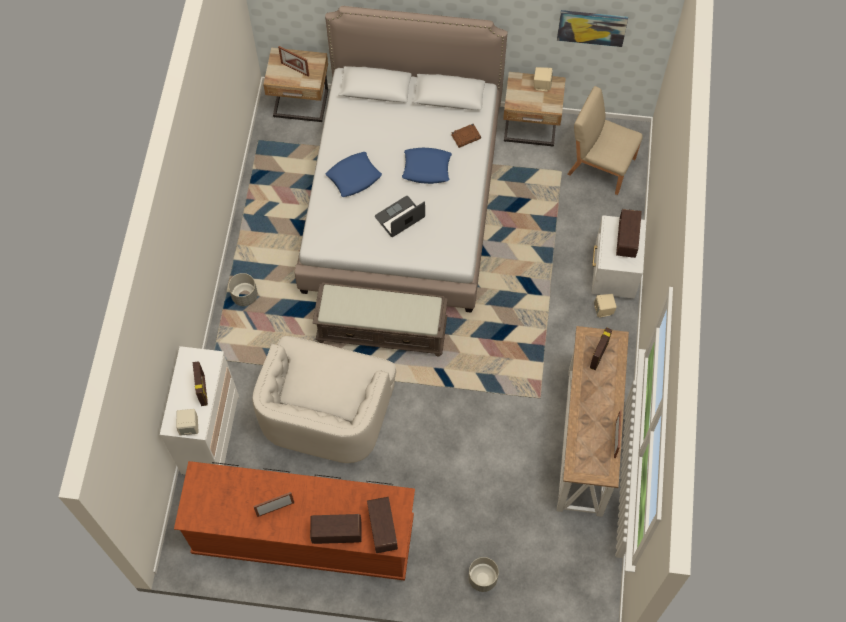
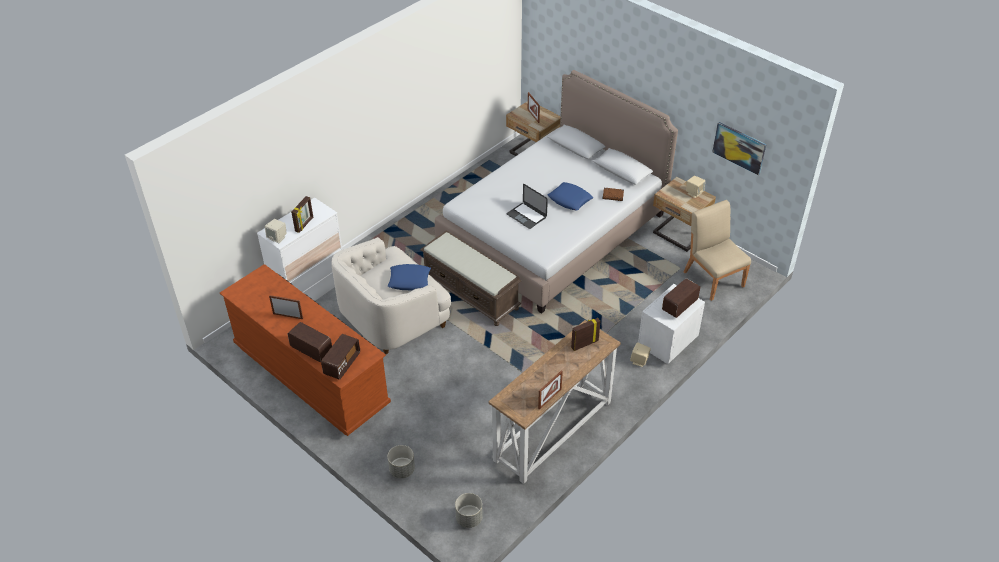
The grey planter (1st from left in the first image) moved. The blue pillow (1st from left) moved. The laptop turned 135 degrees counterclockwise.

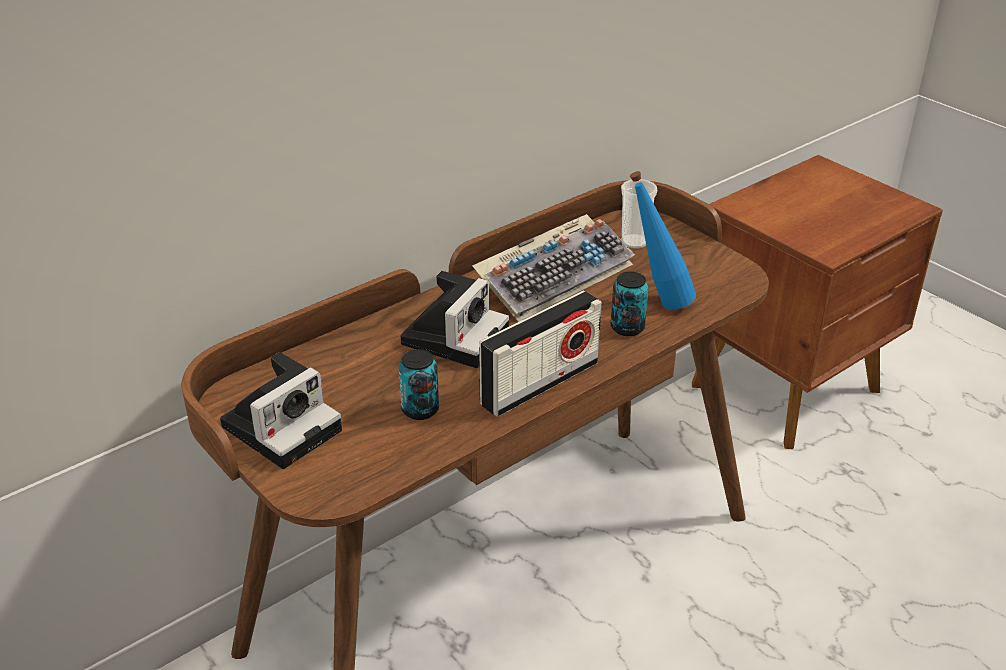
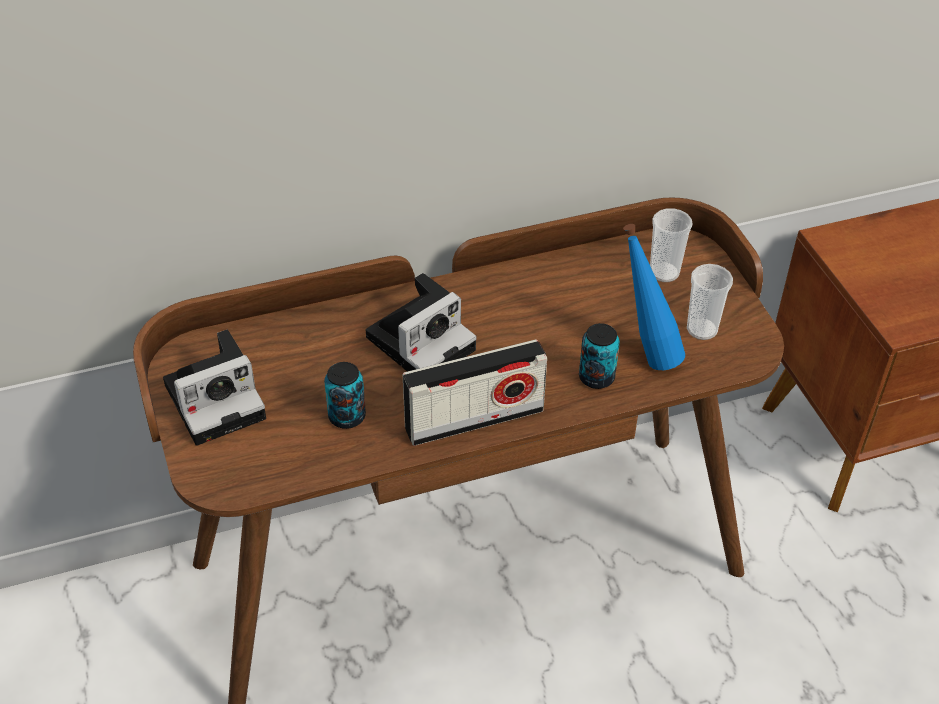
The keyboard disappeared. The cup (2nd from left) appeared.

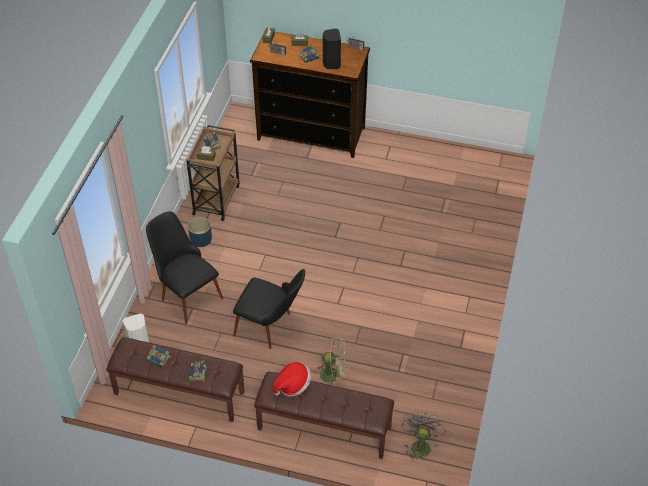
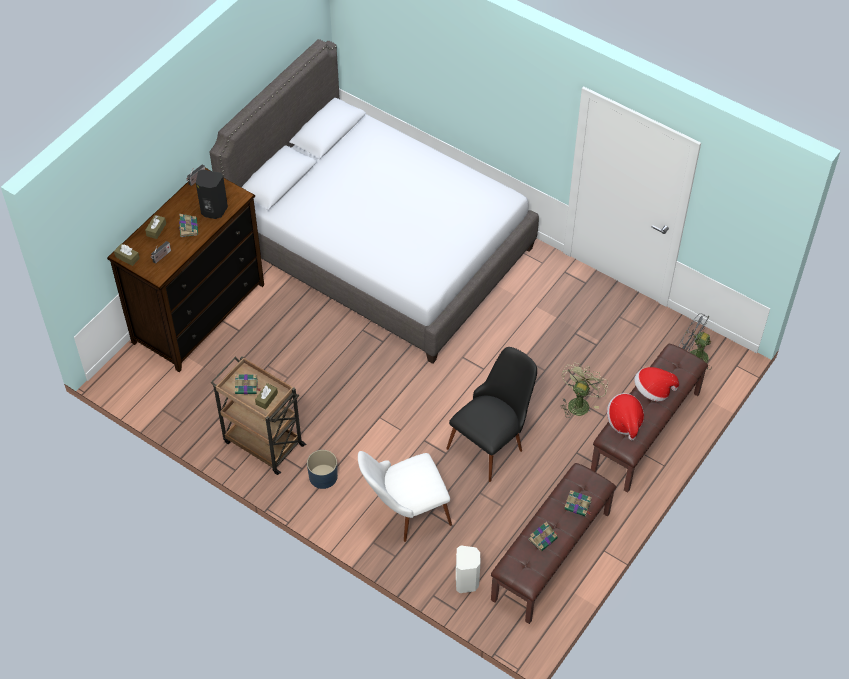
The black chair (1st from left) became the white chair. The grey bed appeared. The hat (2nd from left) appeared.

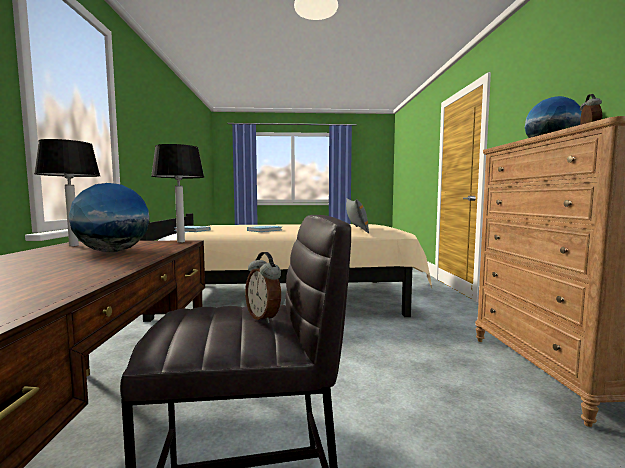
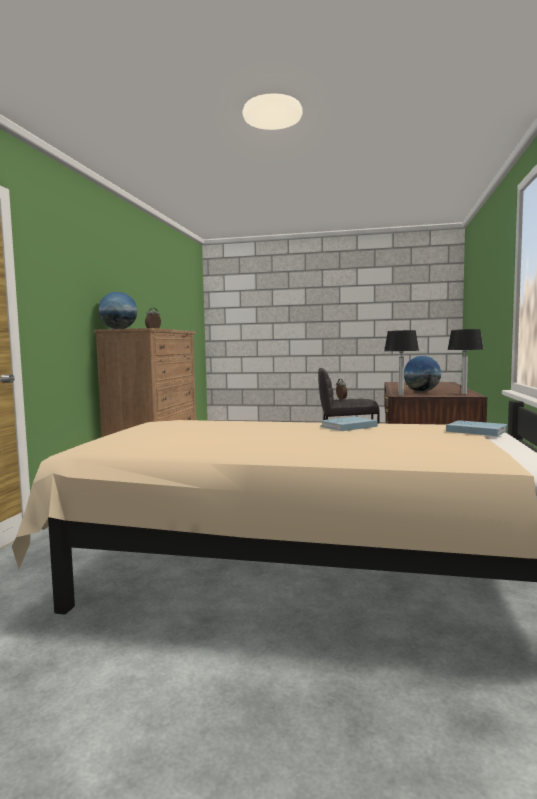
The grey pillow disappeared.

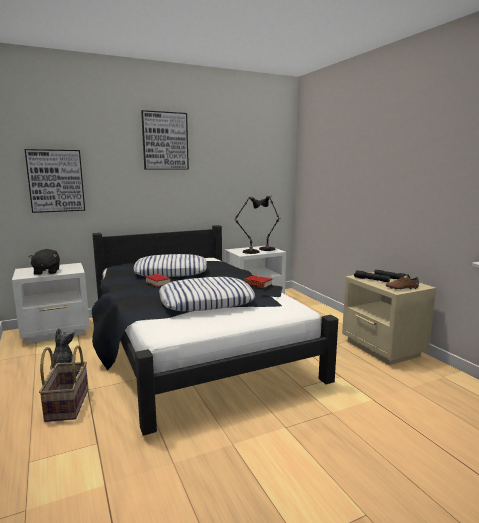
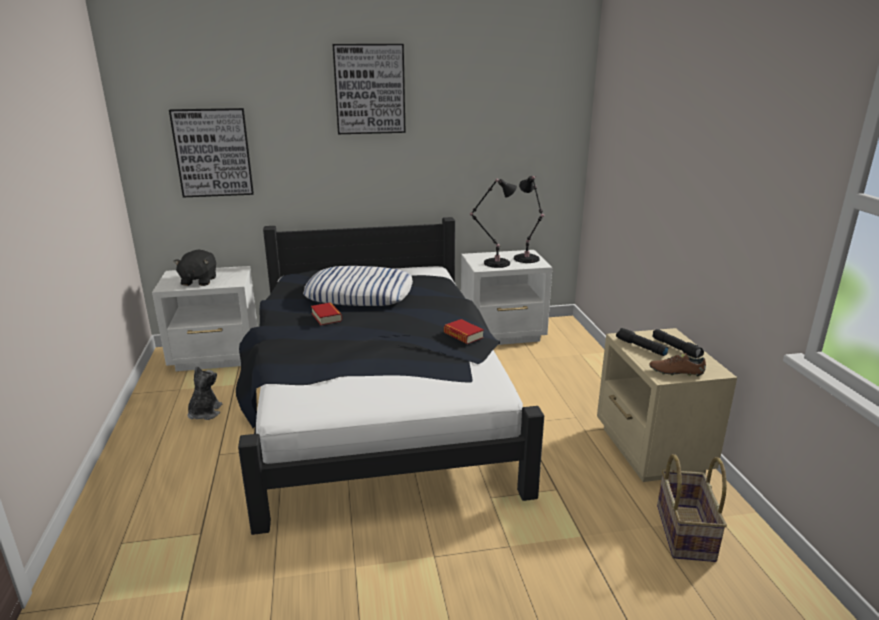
The basket moved. The pillow (2nd from left) disappeared.

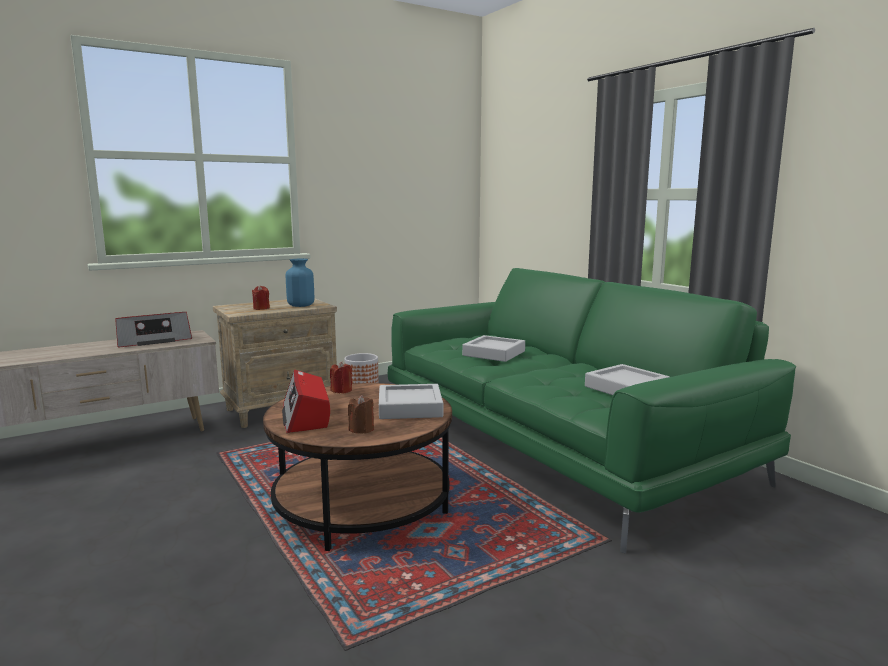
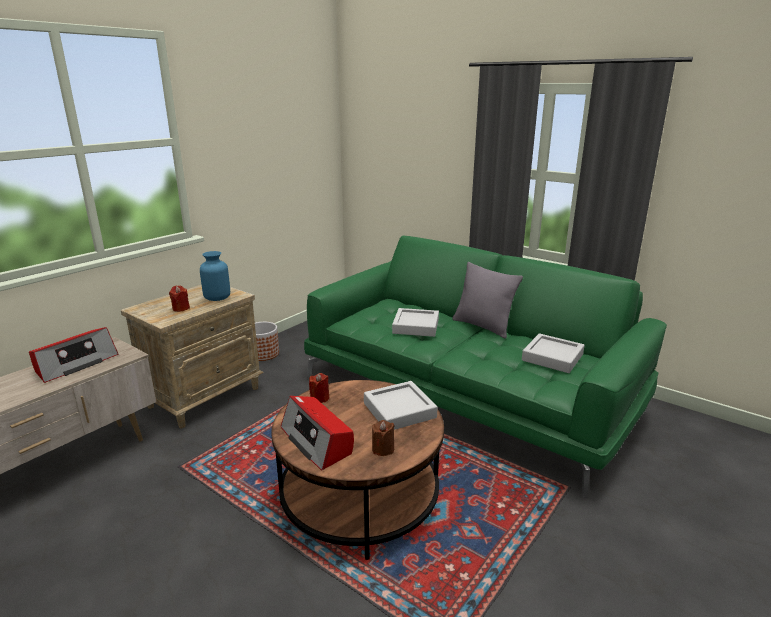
The grey pillow appeared.

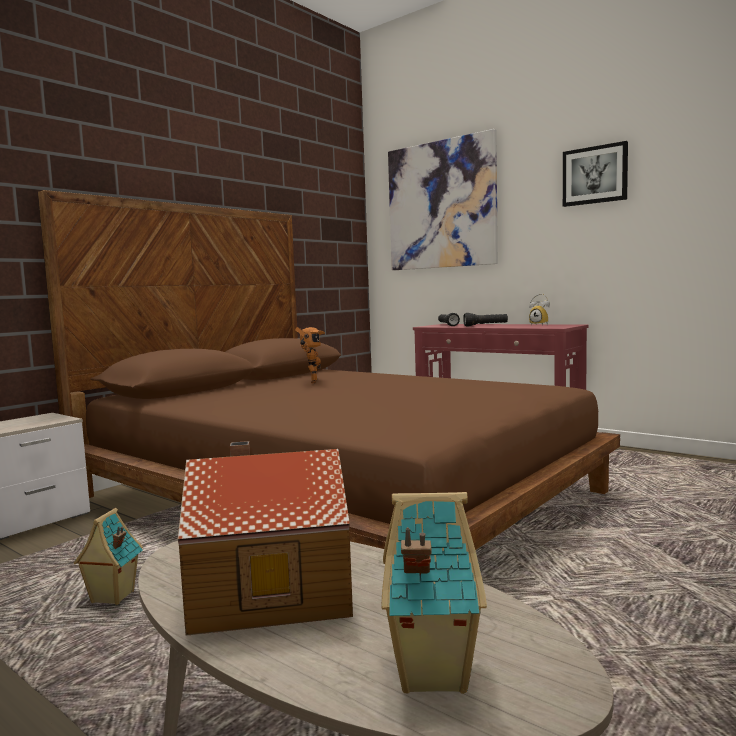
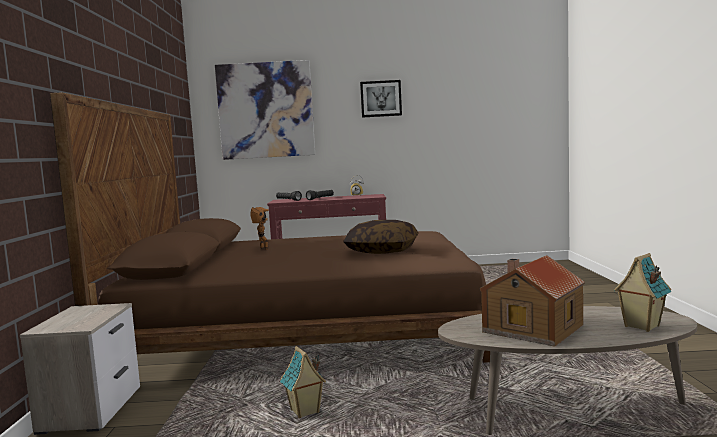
The pillow appeared.

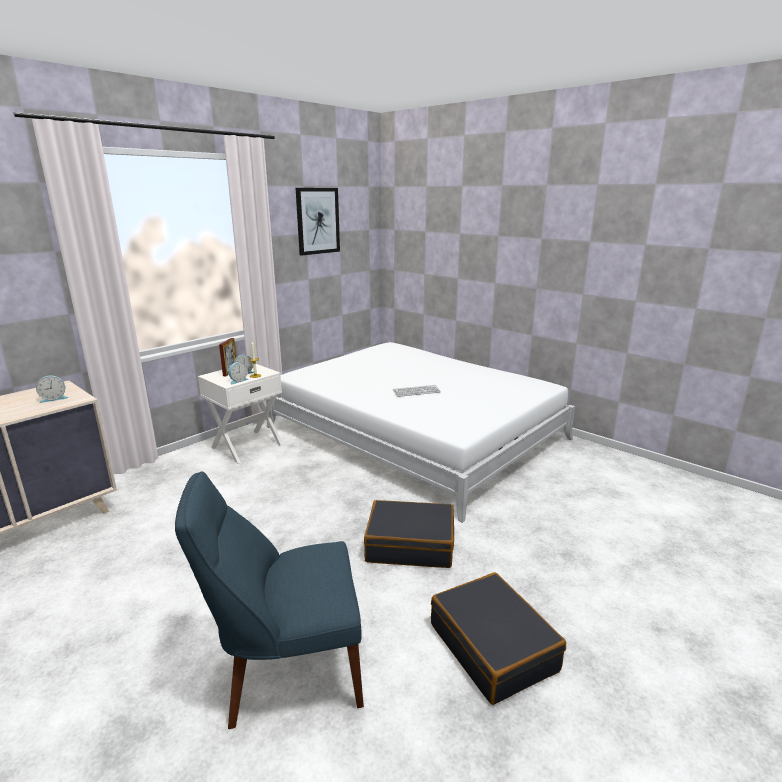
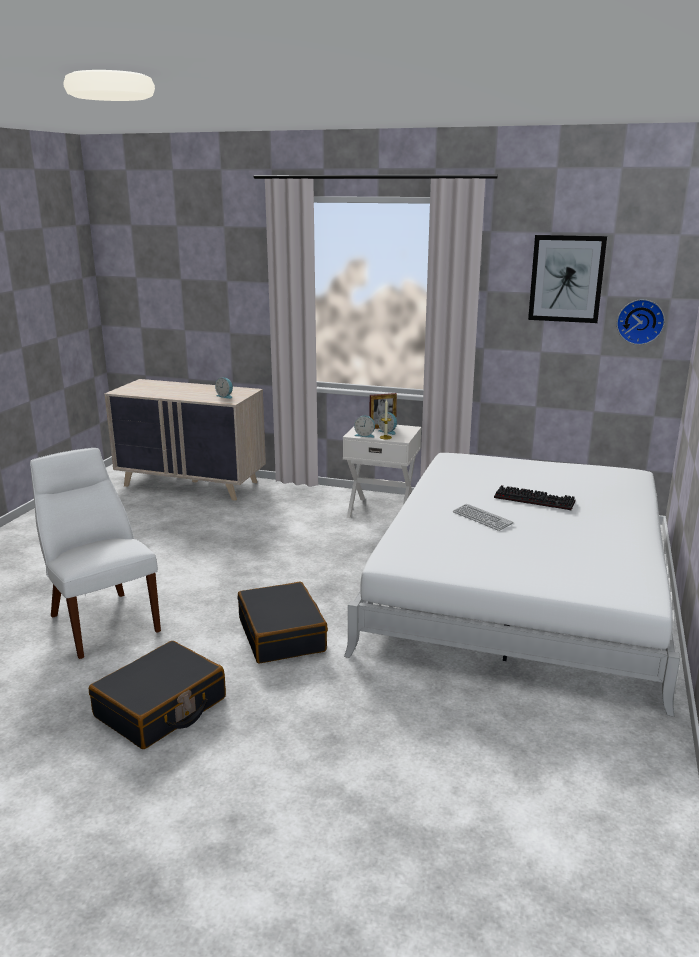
The blue chair became the white chair. The keyboard (2nd from left) appeared. The wall clock appeared.

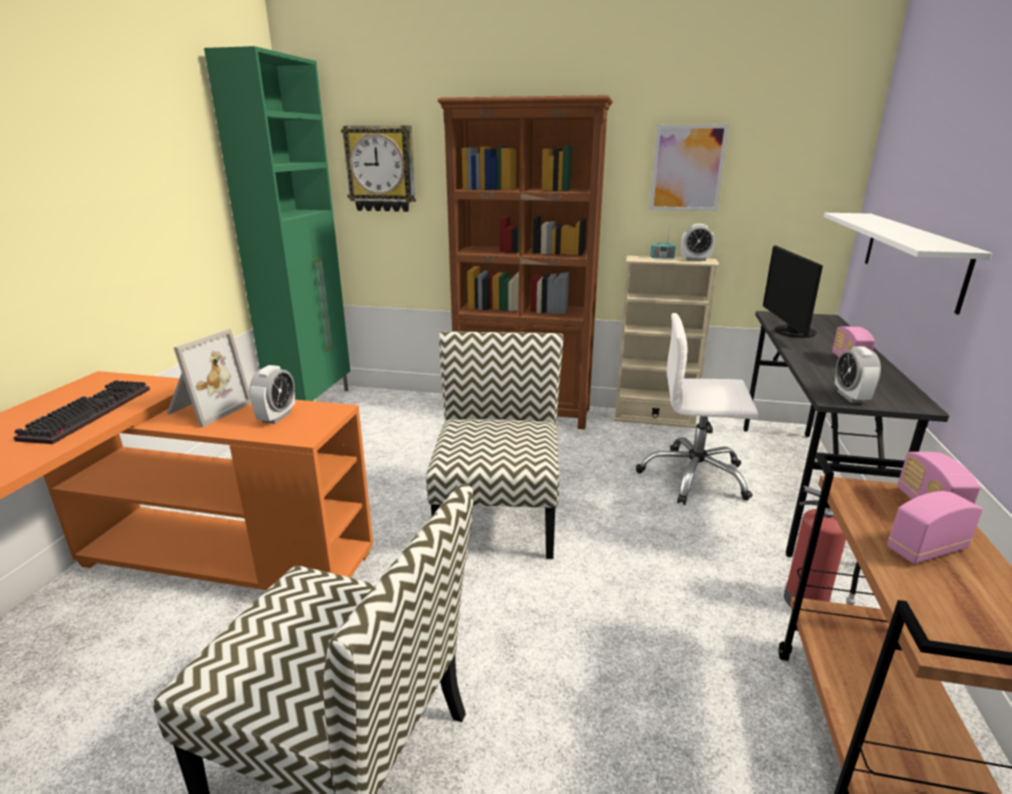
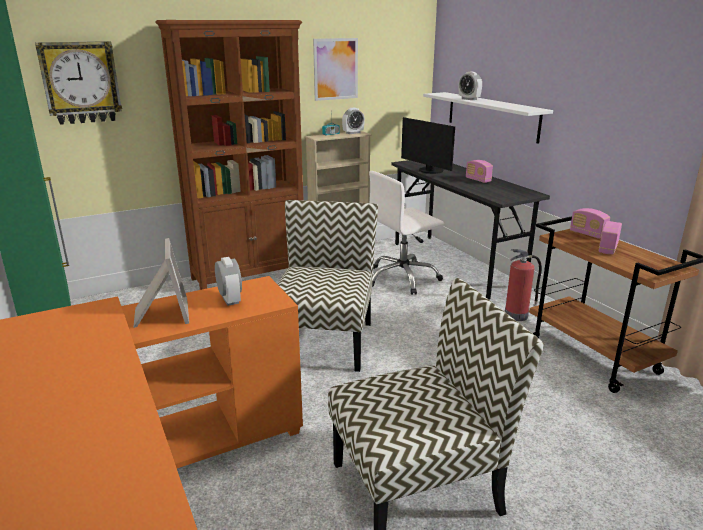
The keyboard disappeared. The chair (2nd from left in the first image) turned 45 degrees clockwise. The alarm clock (3rd from left) moved.

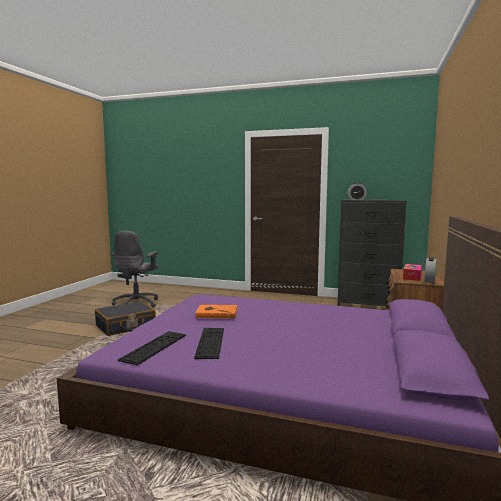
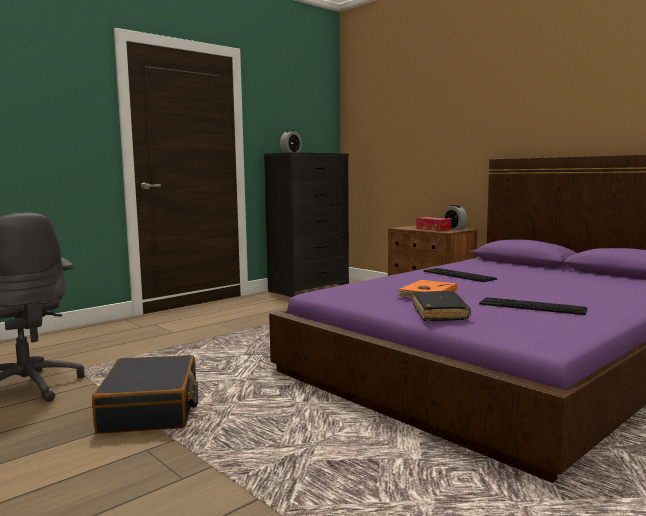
The keyboard (1st from left) moved. The black book appeared.

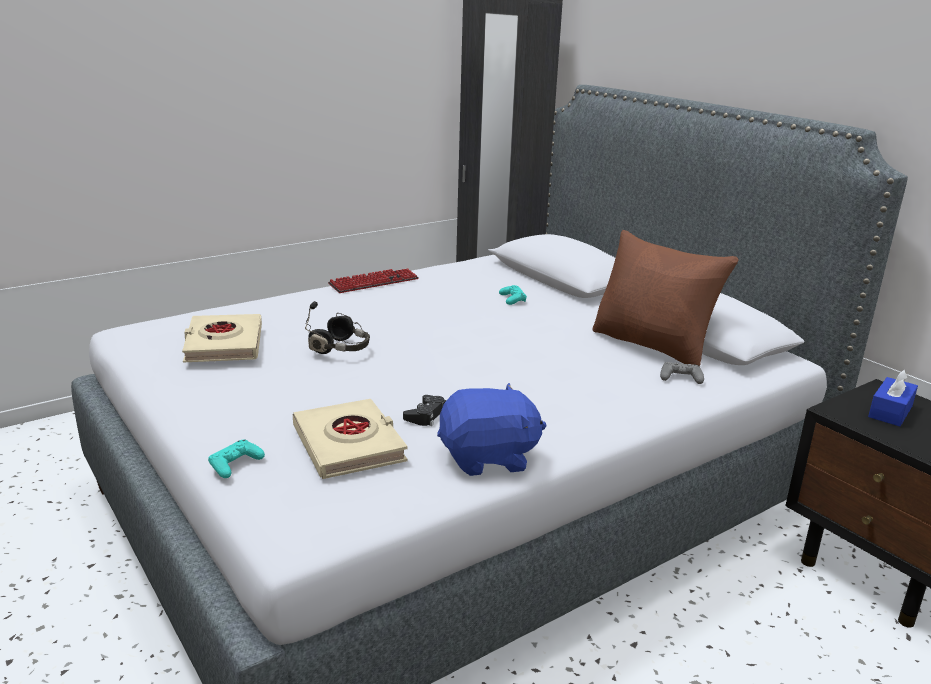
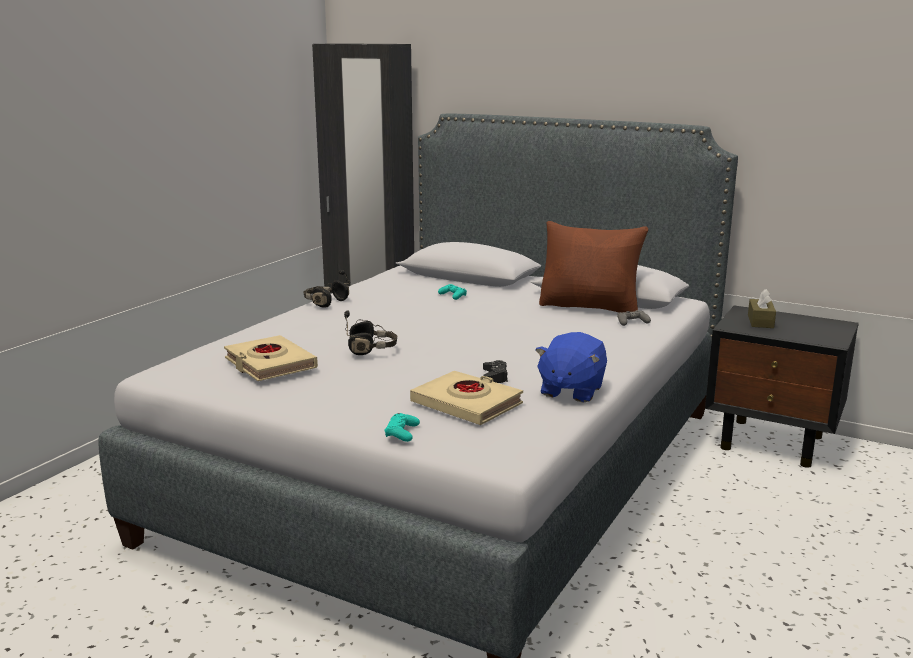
The keyboard was replaced by the black headphones (1st from left). The blue plush toy turned 150 degrees clockwise. The blue tissue box became the brown tissue box.

